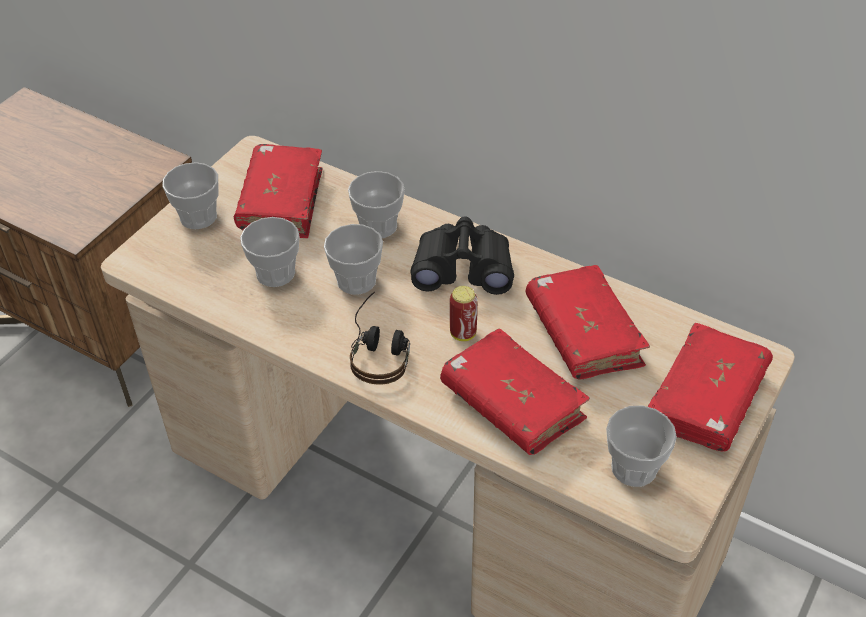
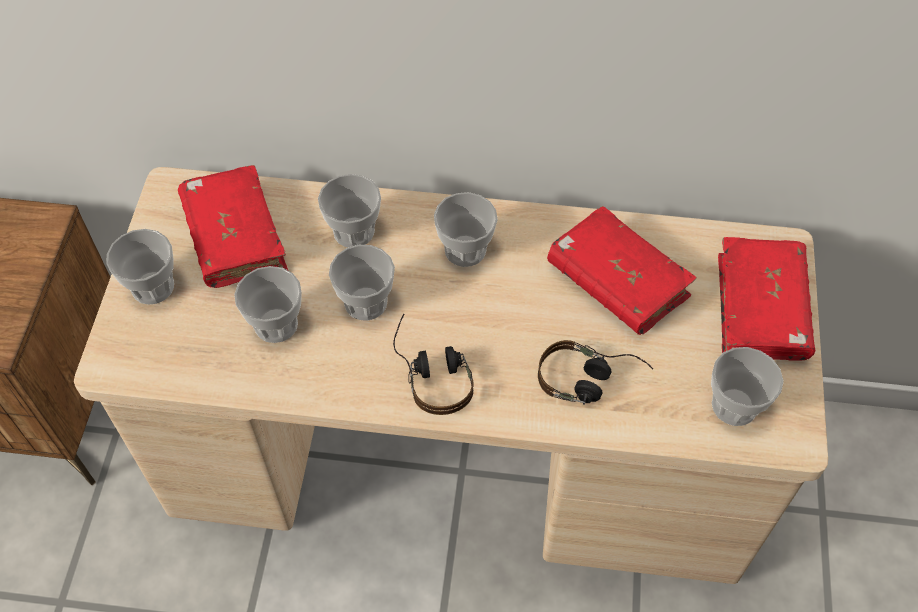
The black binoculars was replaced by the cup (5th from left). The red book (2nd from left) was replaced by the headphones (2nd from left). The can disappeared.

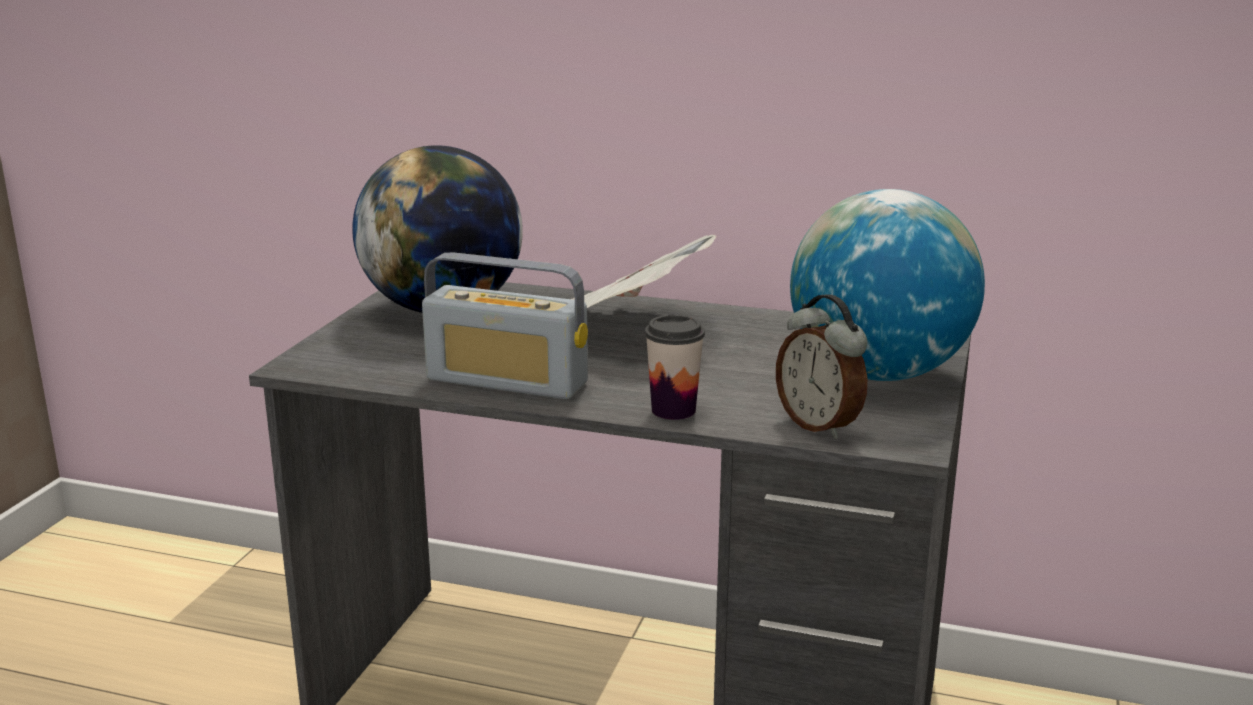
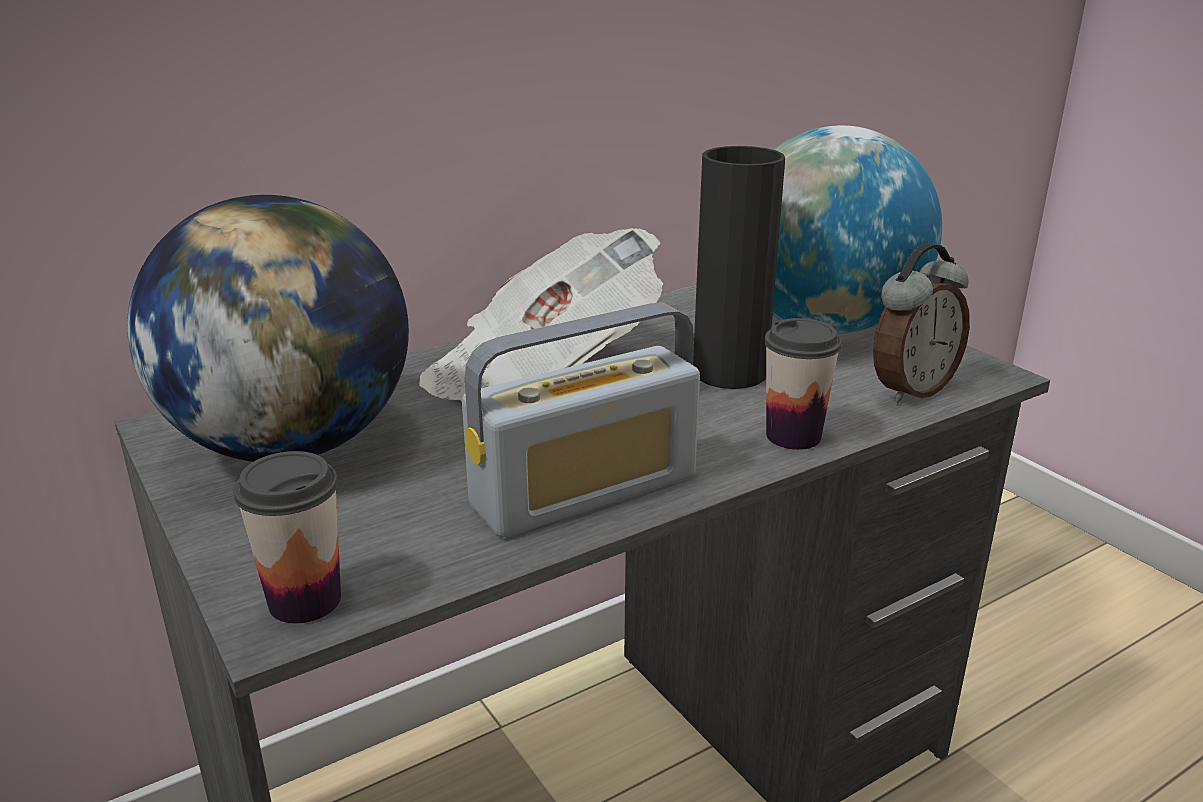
The alarm clock turned 45 degrees counterclockwise. The cup (1st from left) appeared. The black vase appeared.

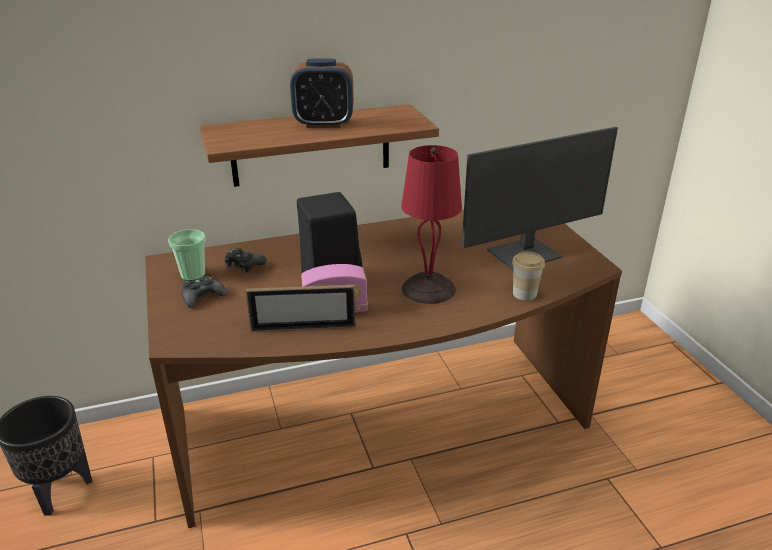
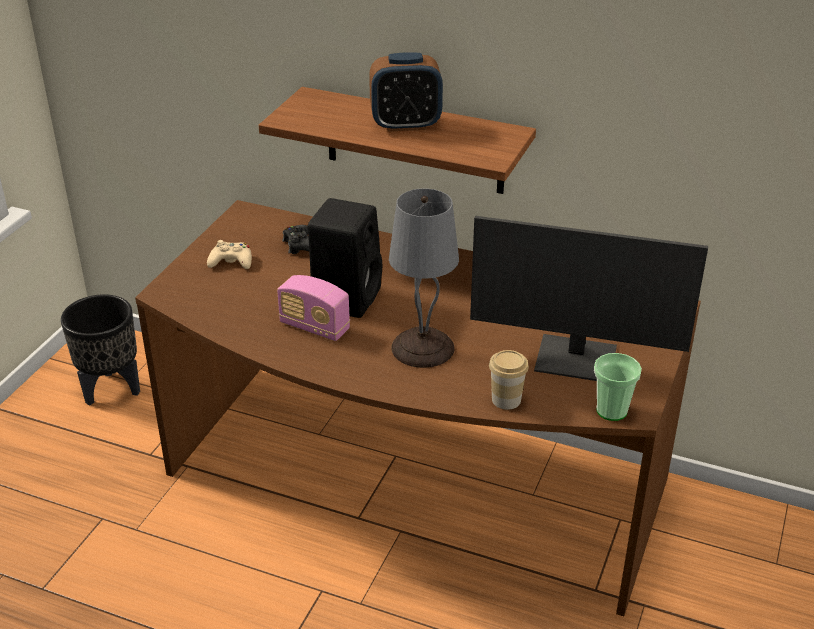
The cup (1st from left in the first image) moved. The black game controller (1st from left) became the beige game controller. The picture frame disappeared. The alarm clock turned 45 degrees counterclockwise. The red table lamp became the grey table lamp.

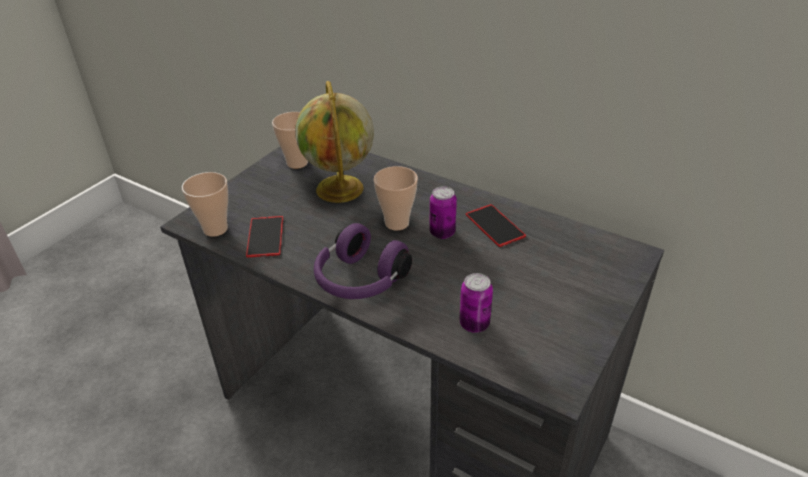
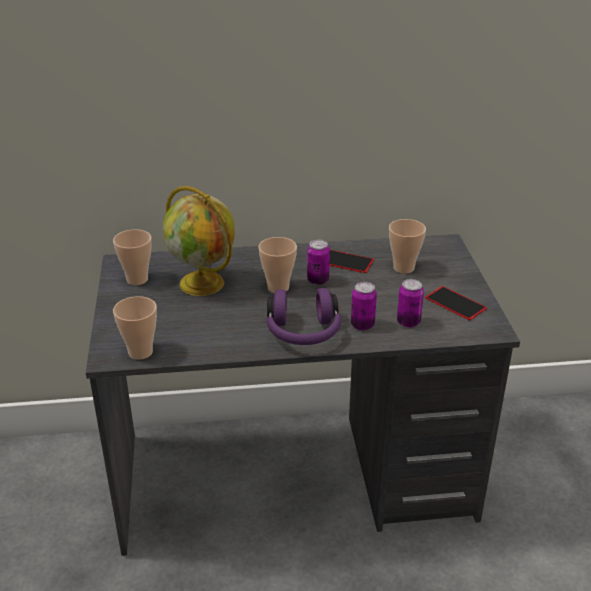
The phone (1st from left in the first image) moved. The can (2nd from left) appeared. The cup (4th from left) appeared.

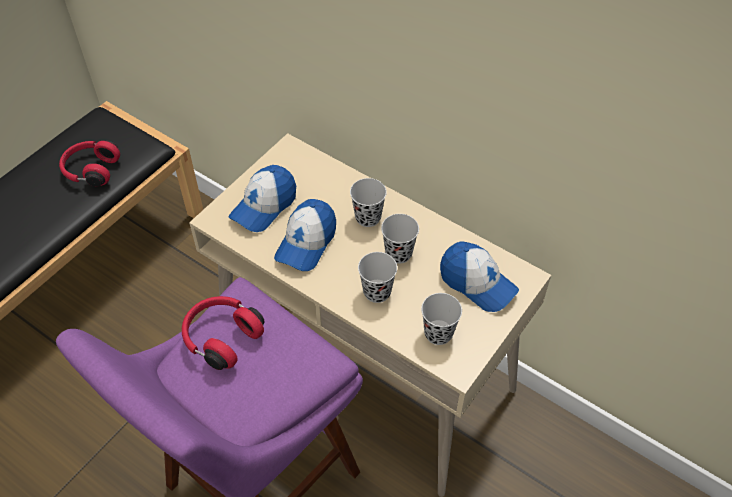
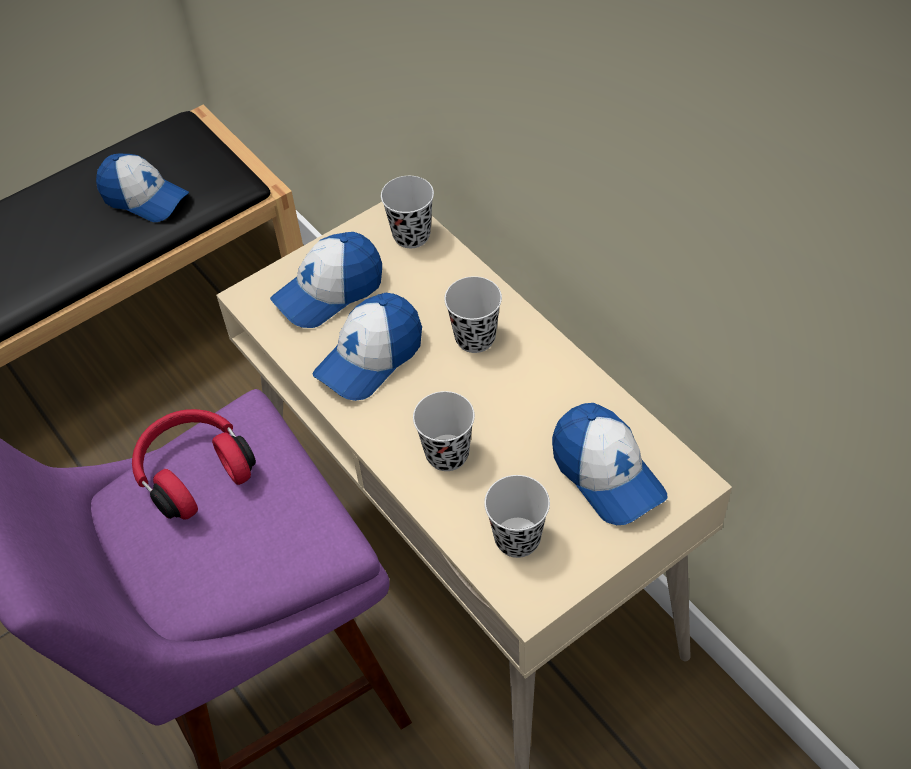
The red headphones (1st from left) was replaced by the cap (1st from left). The black cup (3rd from left in the first image) moved.

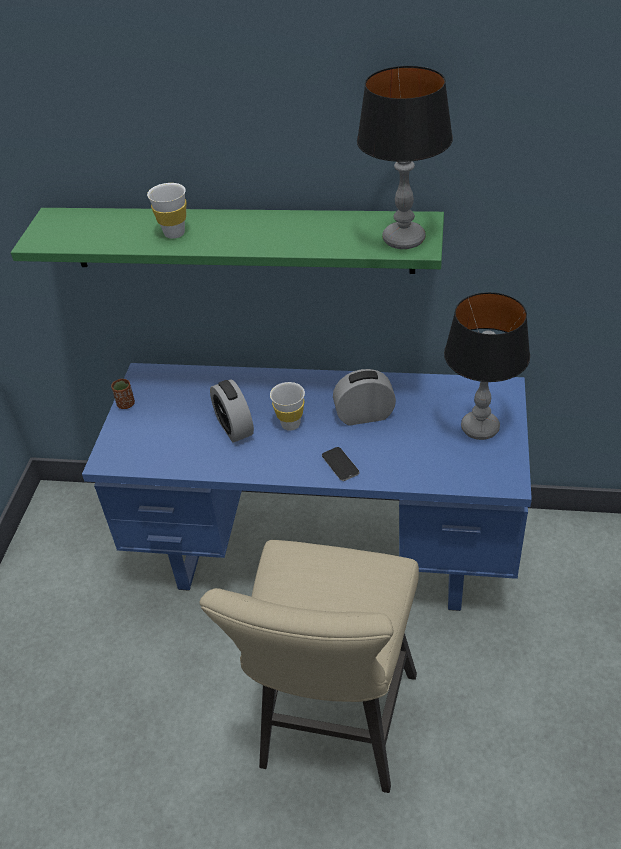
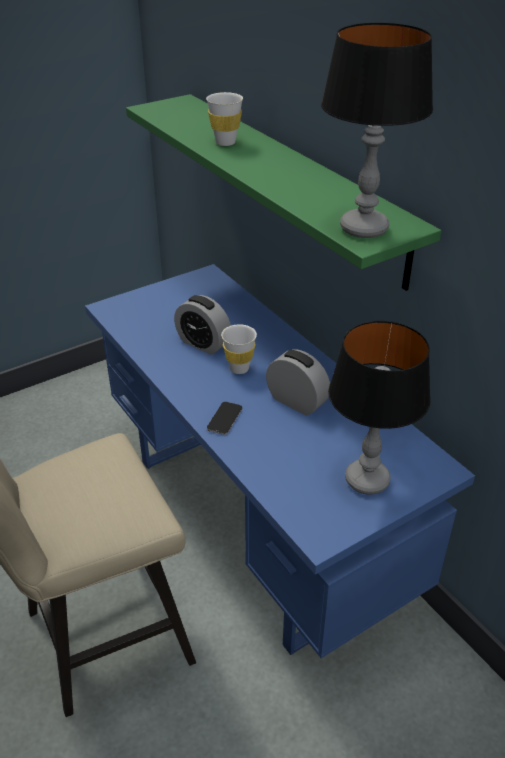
The brown cup disappeared. The alarm clock (1st from left) turned 75 degrees counterclockwise.

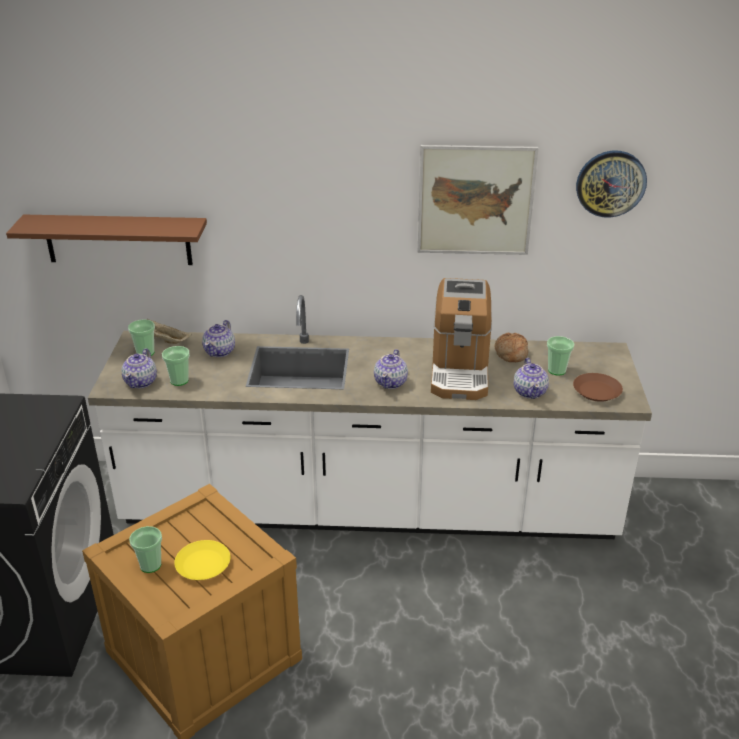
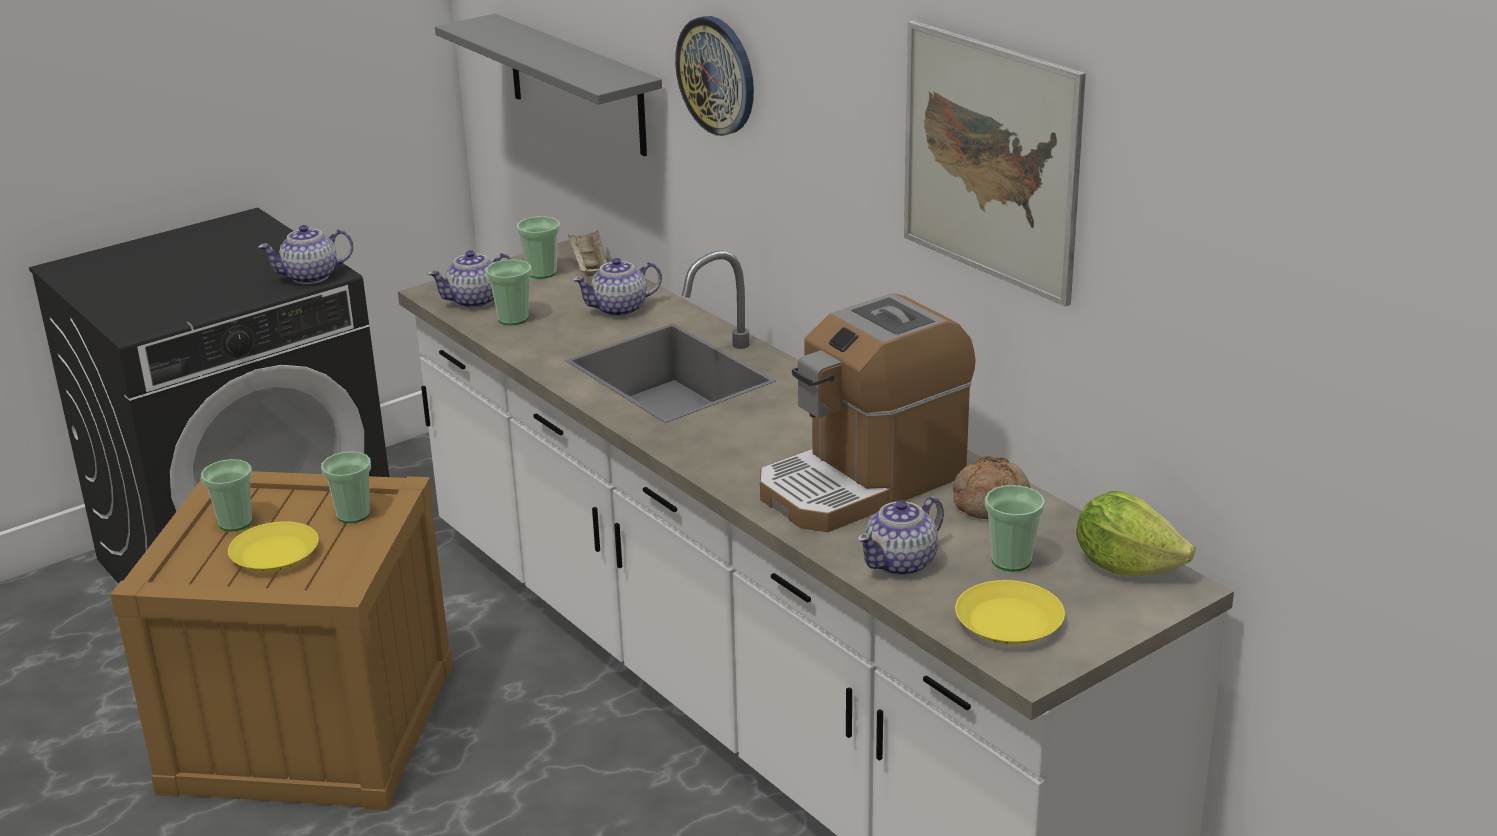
The brown shelf became the grey shelf. The teapot (3rd from left in the first image) moved. The brown plate became the yellow plate (2nd from left). The wall clock moved. The cup (2nd from left) appeared. The lettuce appeared.

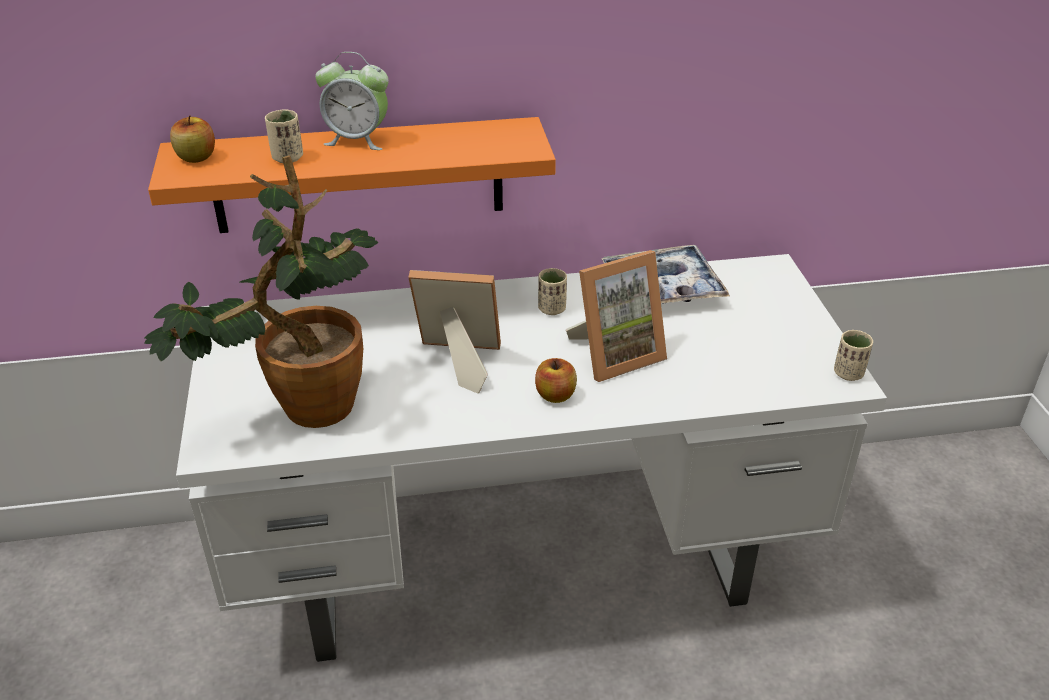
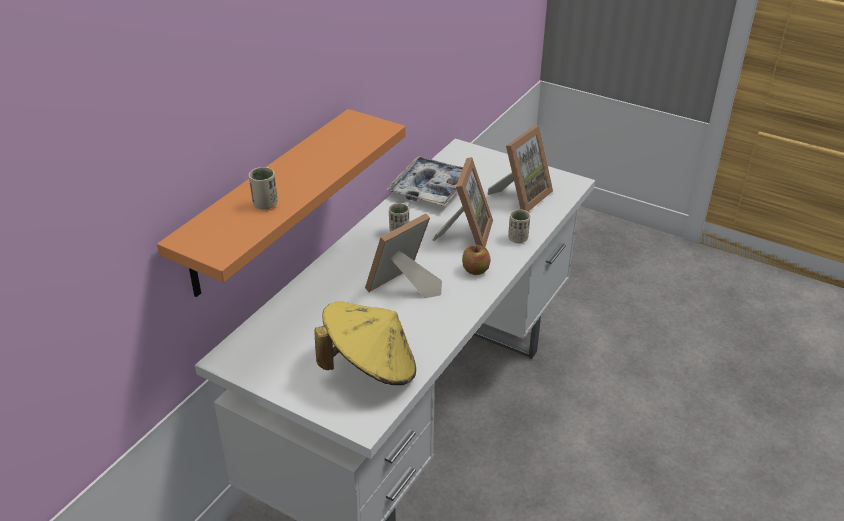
The potted plant was replaced by the yellow hat. The apple (1st from left) disappeared. The alarm clock disappeared. The beige cup (3rd from left) moved. The picture frame (3rd from left) appeared.

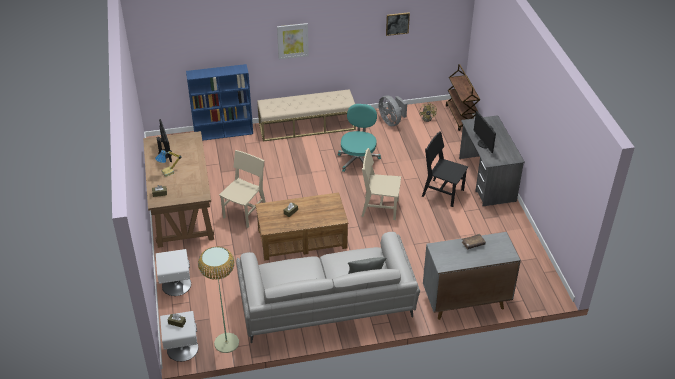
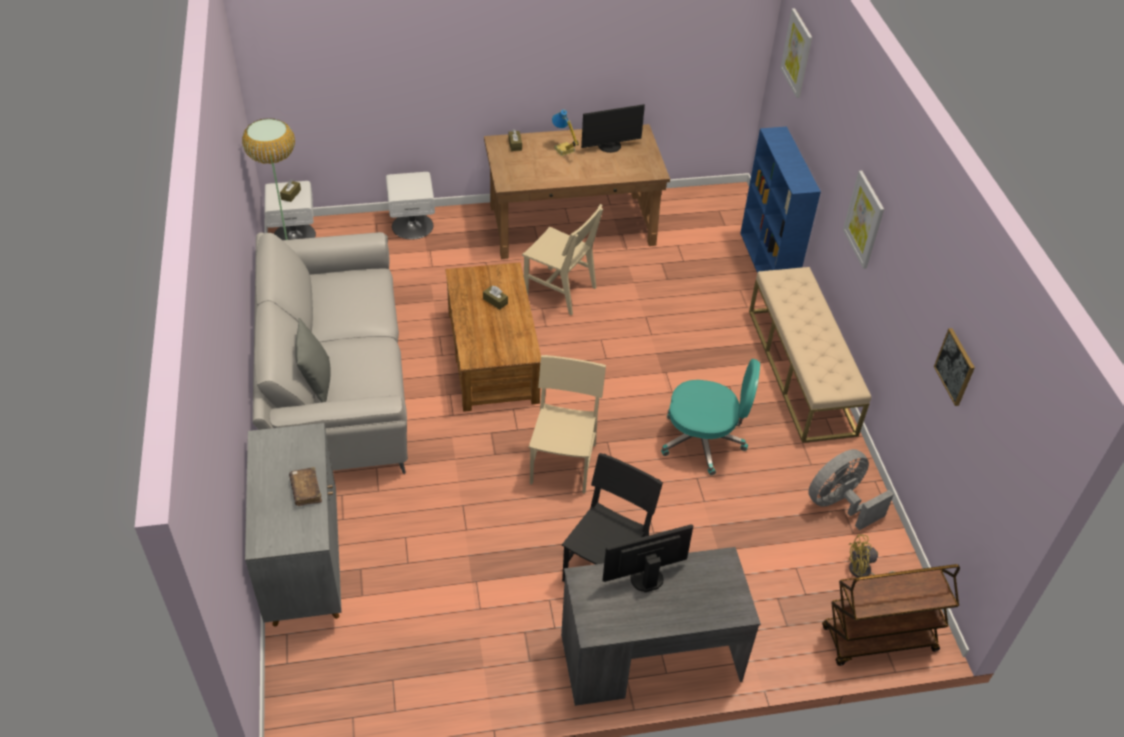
The picture (1st from left) appeared.

